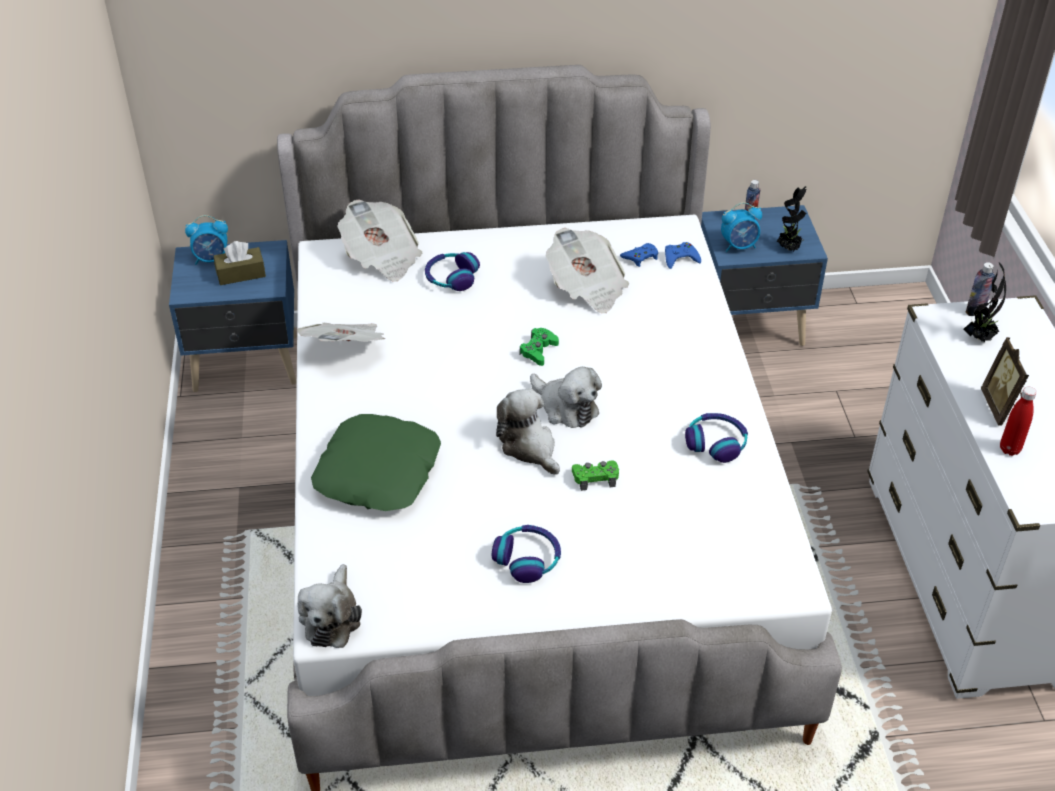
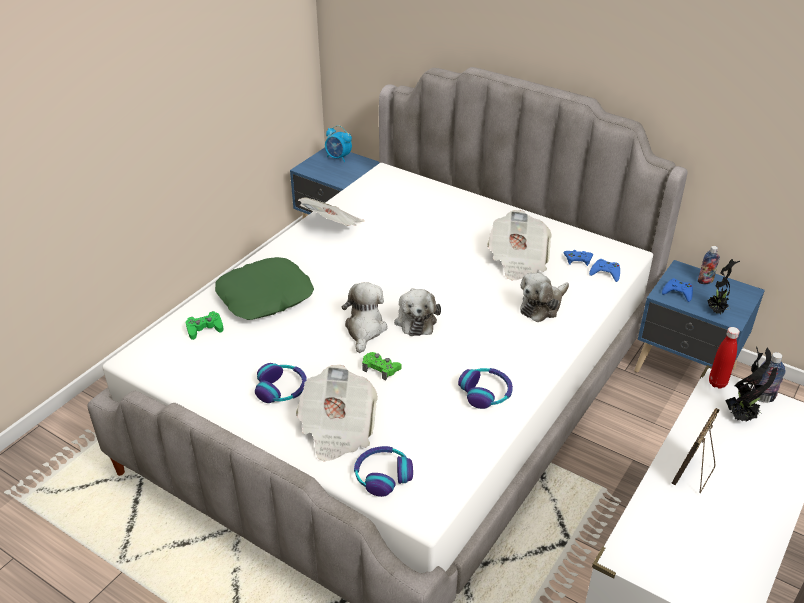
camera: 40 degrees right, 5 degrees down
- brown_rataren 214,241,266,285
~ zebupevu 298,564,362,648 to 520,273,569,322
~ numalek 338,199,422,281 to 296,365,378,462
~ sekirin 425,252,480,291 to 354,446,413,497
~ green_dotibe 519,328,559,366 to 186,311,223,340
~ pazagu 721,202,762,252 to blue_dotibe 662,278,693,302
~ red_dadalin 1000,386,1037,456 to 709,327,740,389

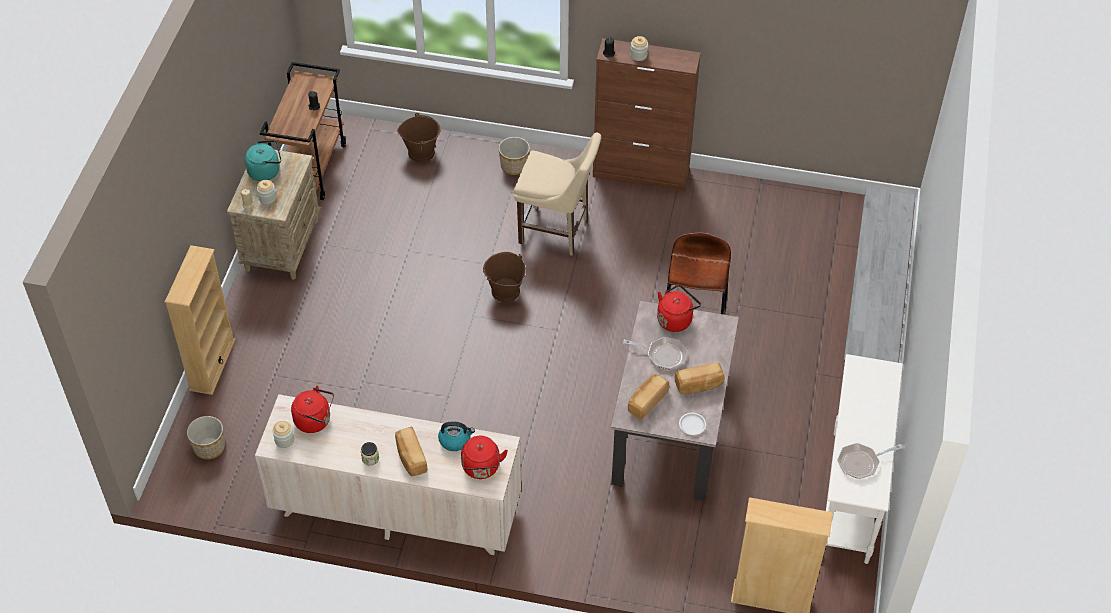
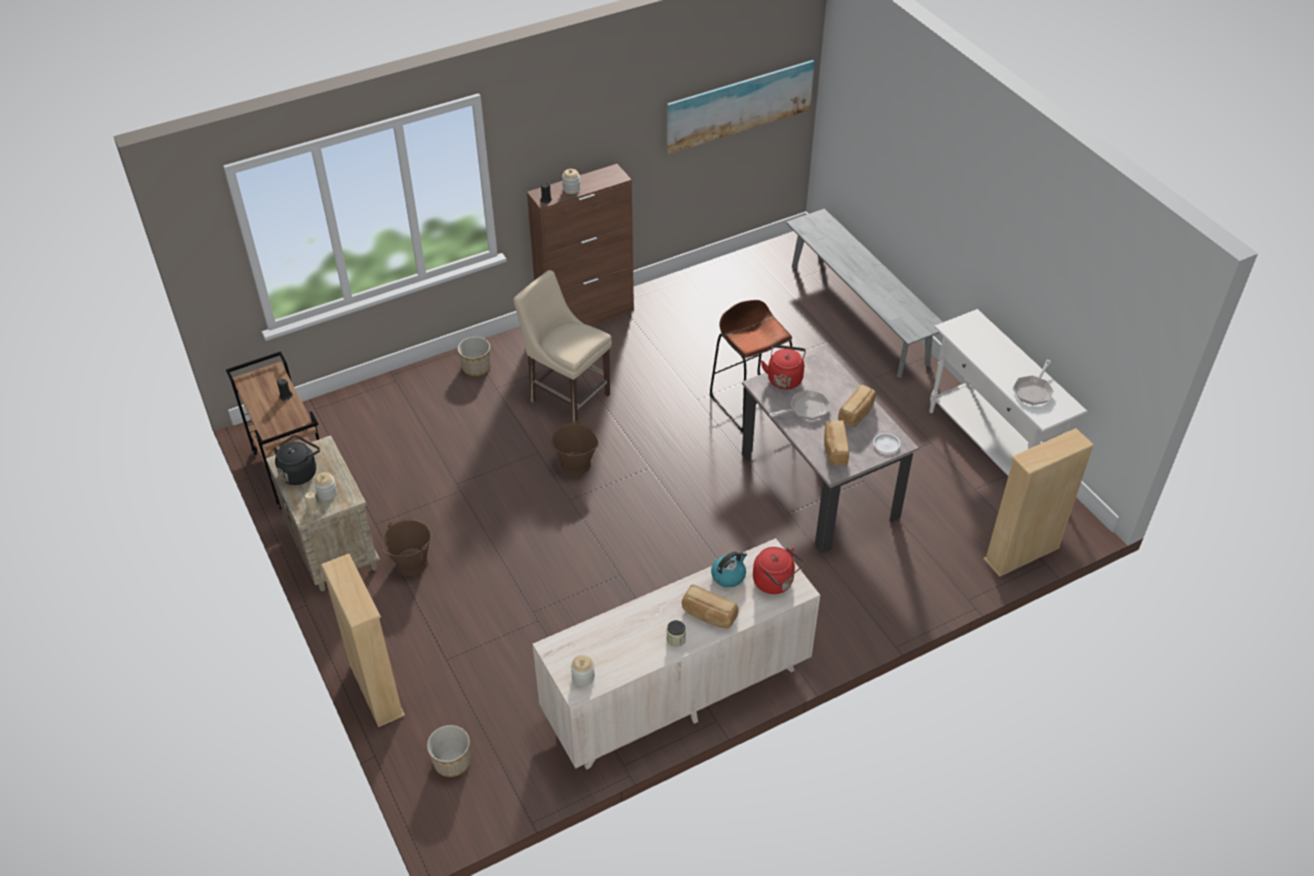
camera: 40 degrees left, 5 degrees down
~ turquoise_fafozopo 245,140,281,181 to black_fafozopo 273,435,320,485
- red_fafozopo 291,386,334,433
~ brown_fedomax 397,113,440,163 to 382,519,432,576
~ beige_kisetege 514,132,601,256 = 513,270,612,423 120 degrees counterclockwise
+ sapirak 666,60,815,154

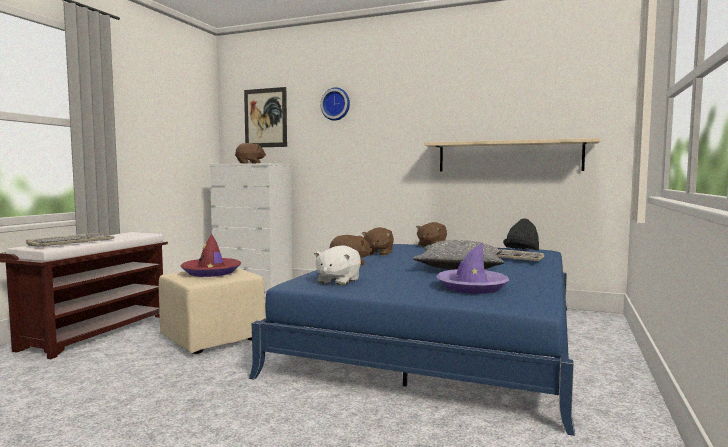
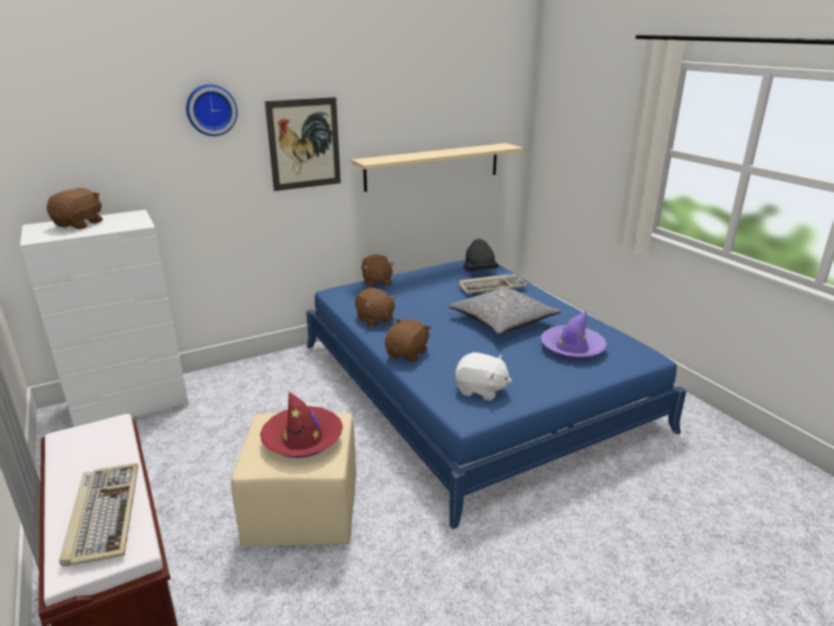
camera: 50 degrees left, 20 degrees up
~ sapirak 244,87,287,147 to 265,97,341,191
~ white_zebupevu 314,245,361,286 = 455,352,512,401 45 degrees counterclockwise

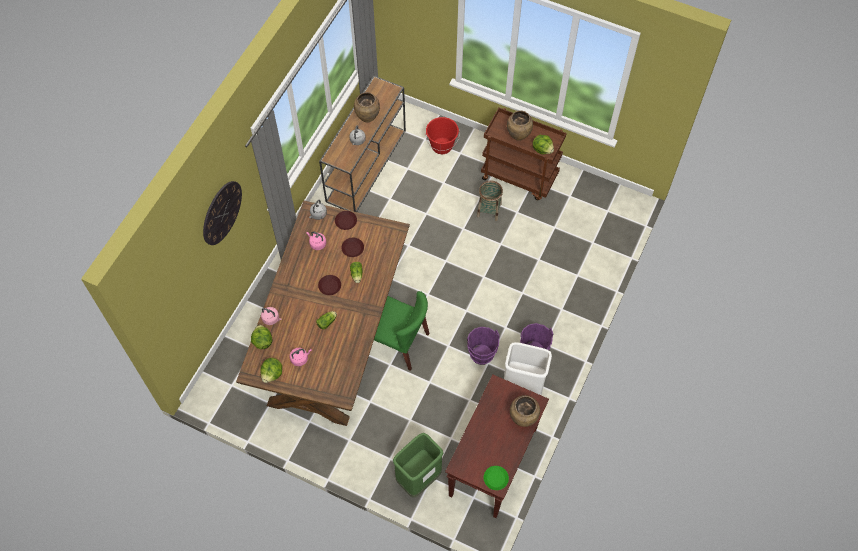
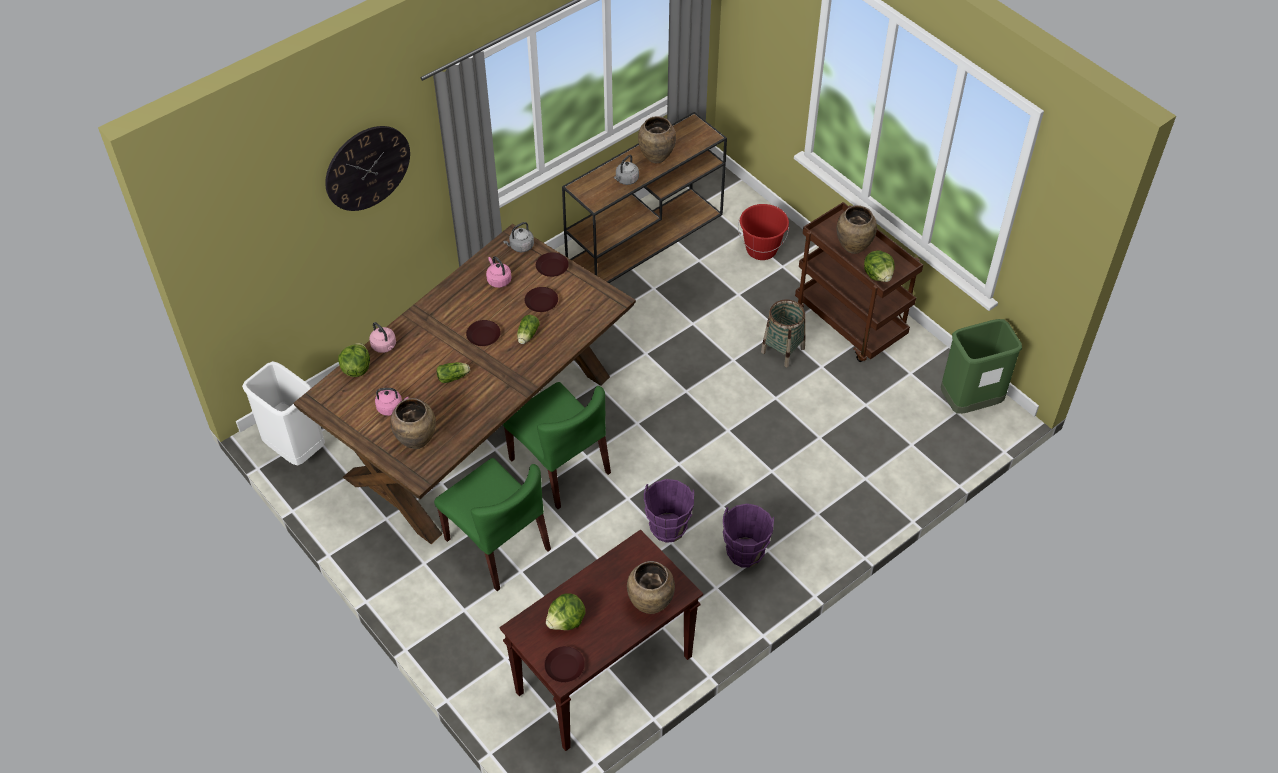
camera: 25 degrees right, 10 degrees down
~ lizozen 260,358,282,383 to 546,593,585,630
~ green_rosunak 393,433,443,498 to 941,319,1022,414
~ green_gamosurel 484,466,509,490 to brown_gamosurel 544,646,585,682
~ white_rosunak 504,342,552,395 to 242,361,325,465
+ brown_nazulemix 390,398,436,449
+ green_kisetege 434,458,551,591

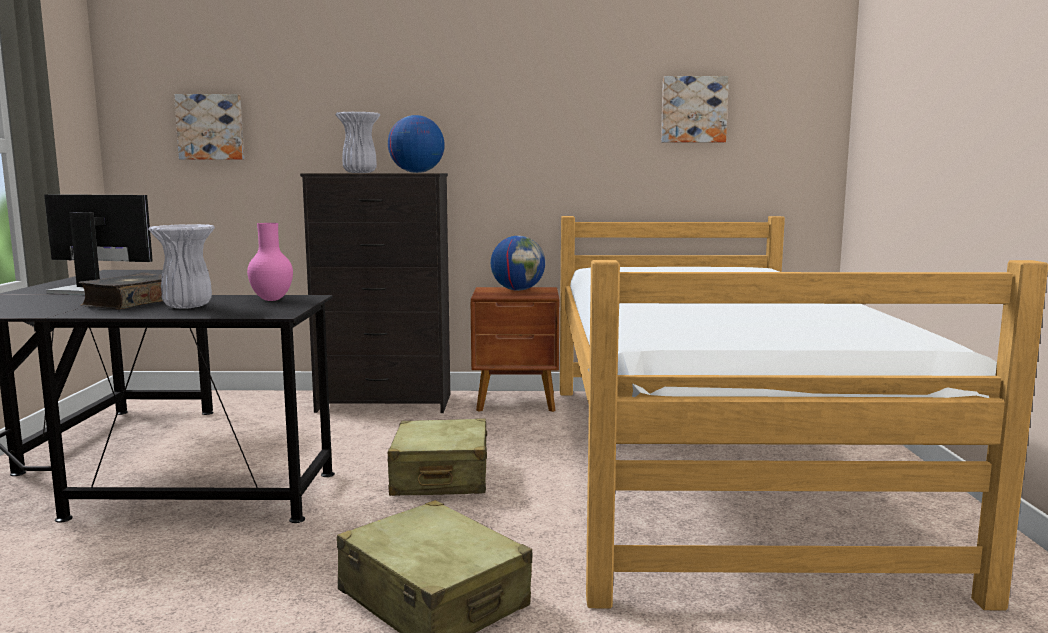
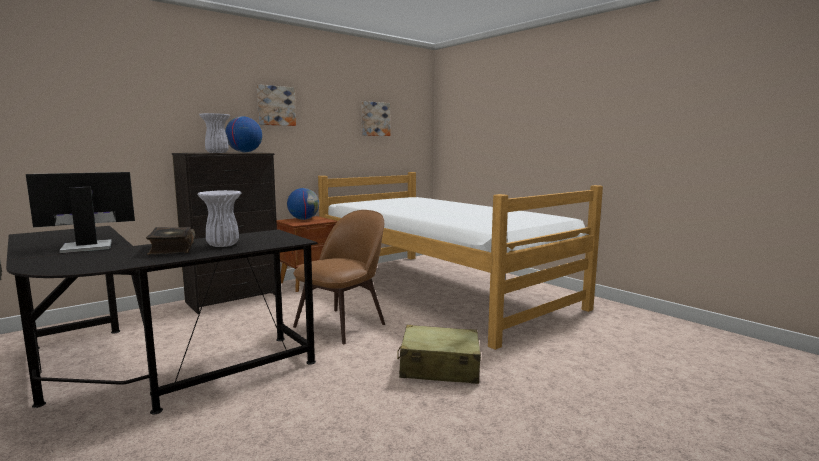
camera: 40 degrees left, 0 degrees up
~ sapirak 174,94,244,160 to 257,84,296,126
- pink_nazulemix 247,223,293,301
~ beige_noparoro 387,418,487,496 to brown_kisetege 293,210,385,344

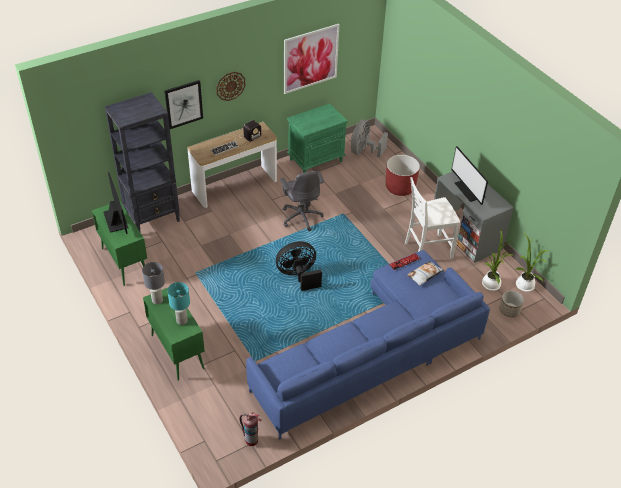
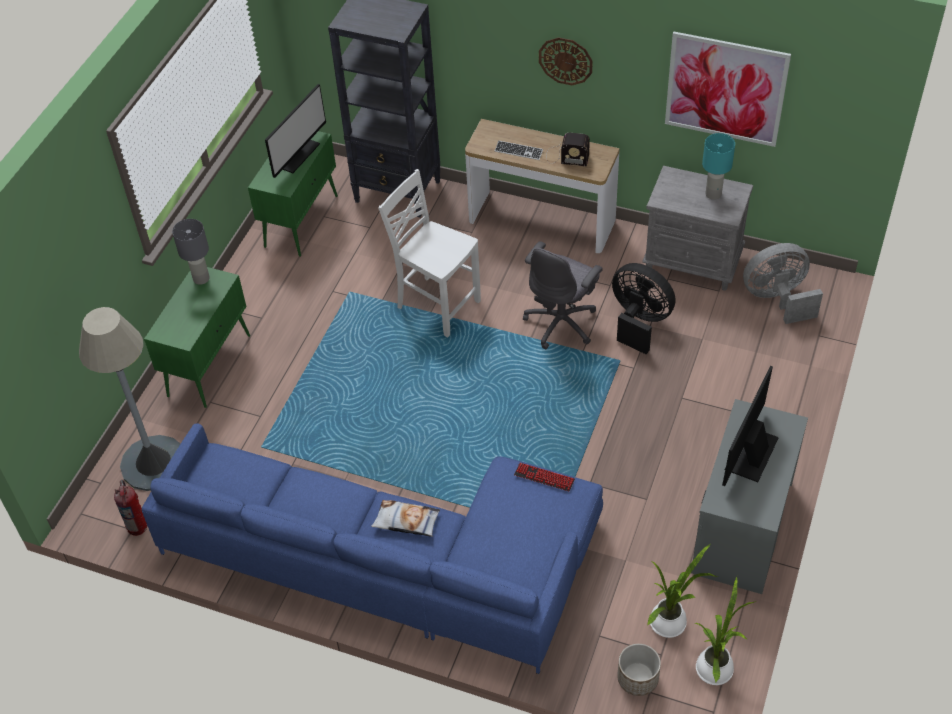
camera: 55 degrees right, 5 degrees up
- sapirak 164,80,203,129
~ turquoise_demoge 167,282,190,325 to 702,133,735,200
~ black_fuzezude 276,241,322,291 to 612,263,676,354
~ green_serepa 287,104,348,173 to grey_serepa 642,166,753,291
- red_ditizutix 386,155,420,196
~ white_kisetege 405,177,460,259 to 378,169,481,337
~ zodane 407,261,444,286 to 371,500,440,537
+ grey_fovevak 79,307,180,491

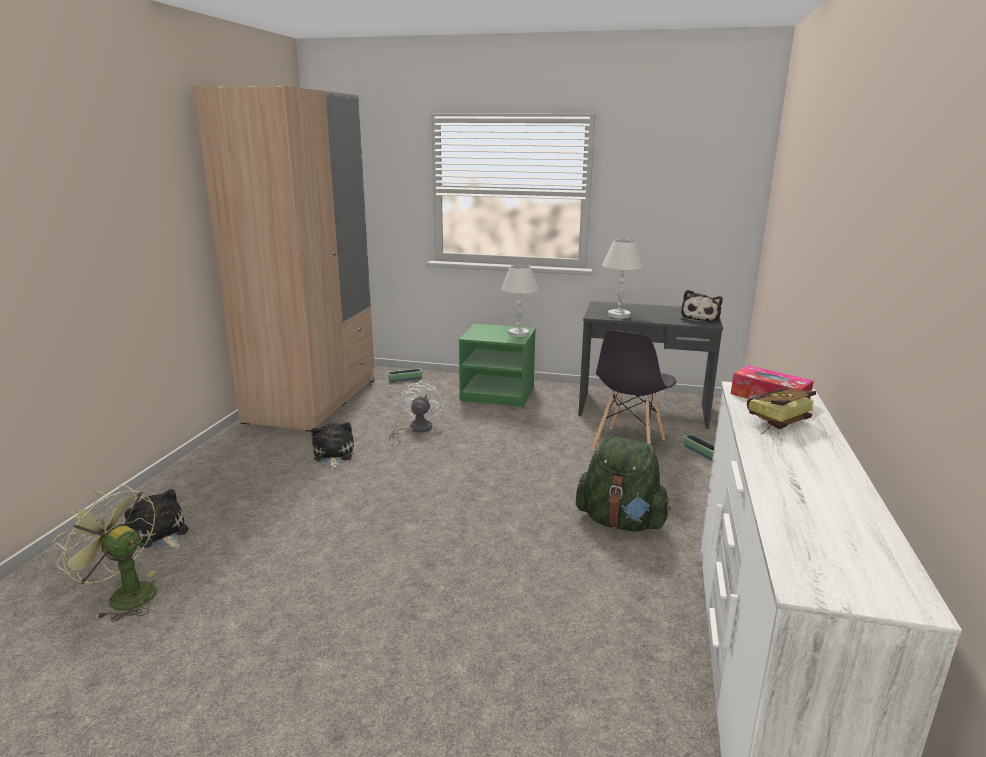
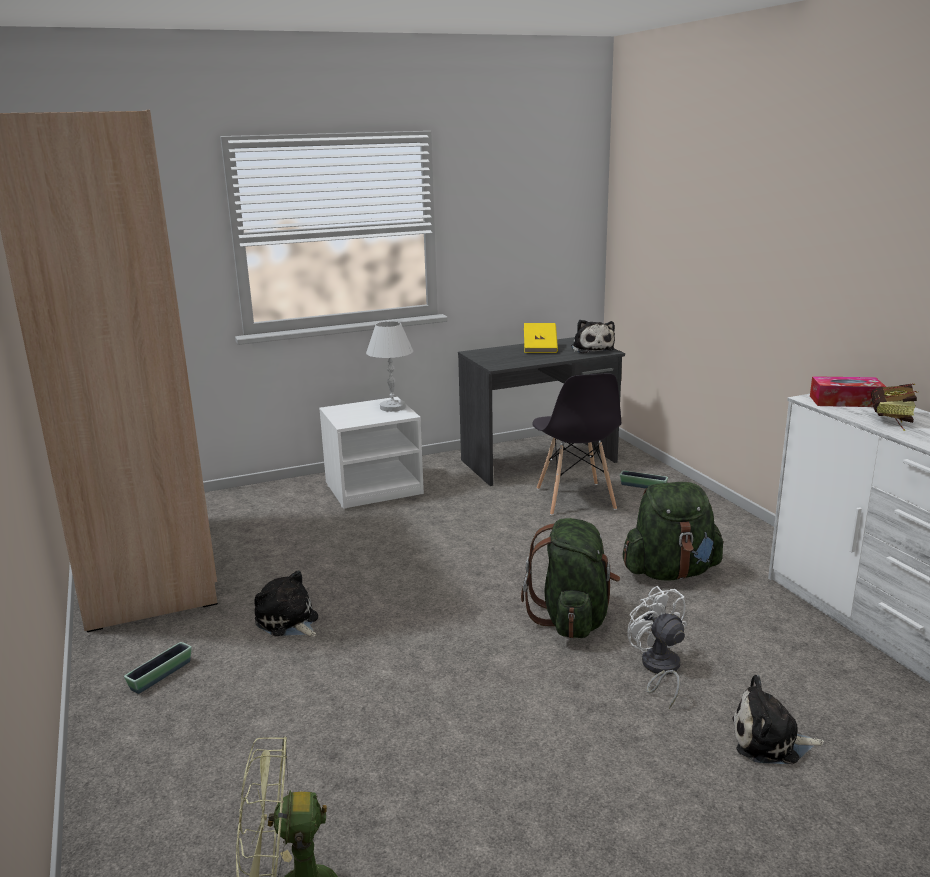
camera: 35 degrees left, 0 degrees up
~ zebupevu 125,489,188,549 to 732,675,824,764
~ ditizutix 388,368,423,382 to 124,642,192,694
~ white_fuzezude 389,380,442,441 to 627,586,687,709
~ green_serepa 459,324,536,407 to white_serepa 319,397,424,509
- white_demoge 602,239,644,319
+ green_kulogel 521,518,620,638
+ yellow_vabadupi 524,323,558,353

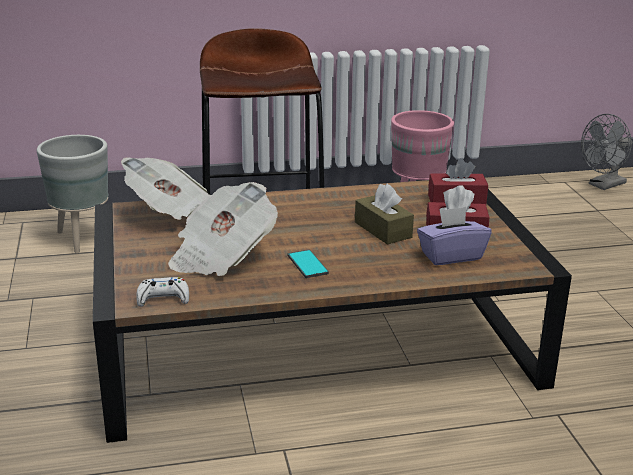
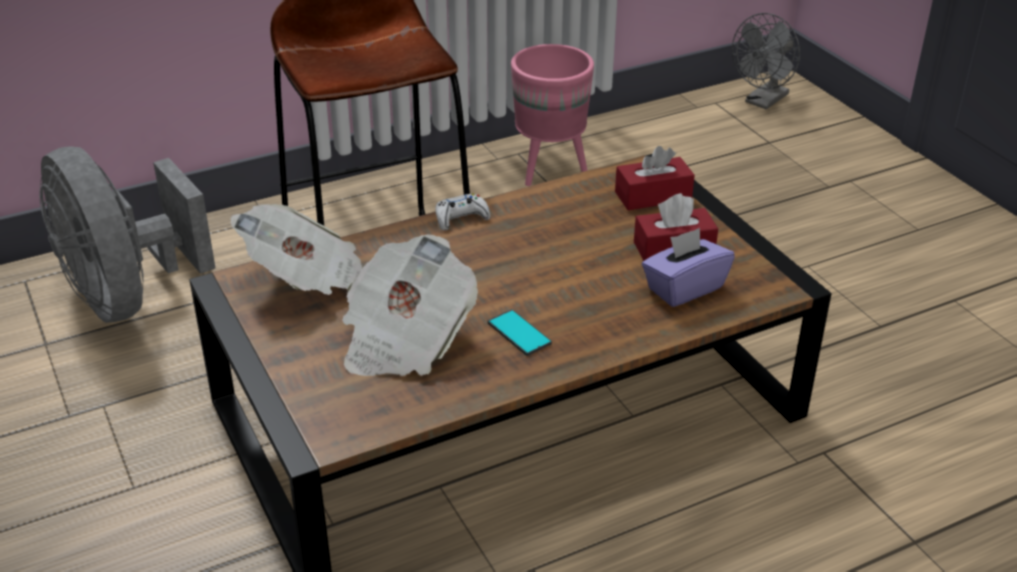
camera: 15 degrees left, 10 degrees up
~ grey_ditizutix 37,135,108,254 to grey_fuzezude 39,146,215,323
~ white_dotibe 136,277,189,307 to 435,193,490,231
- brown_rataren 355,183,414,244

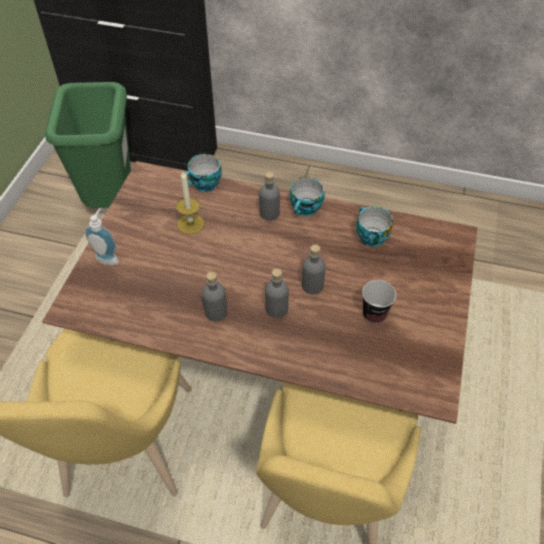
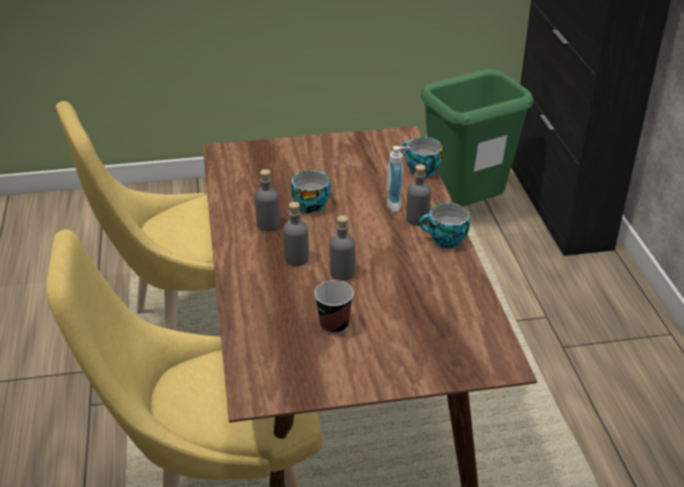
camera: 65 degrees right, 15 degrees down
~ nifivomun 85,208,119,265 to 387,146,411,212
- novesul 176,171,204,235
~ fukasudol 356,206,393,247 to 291,170,331,213

